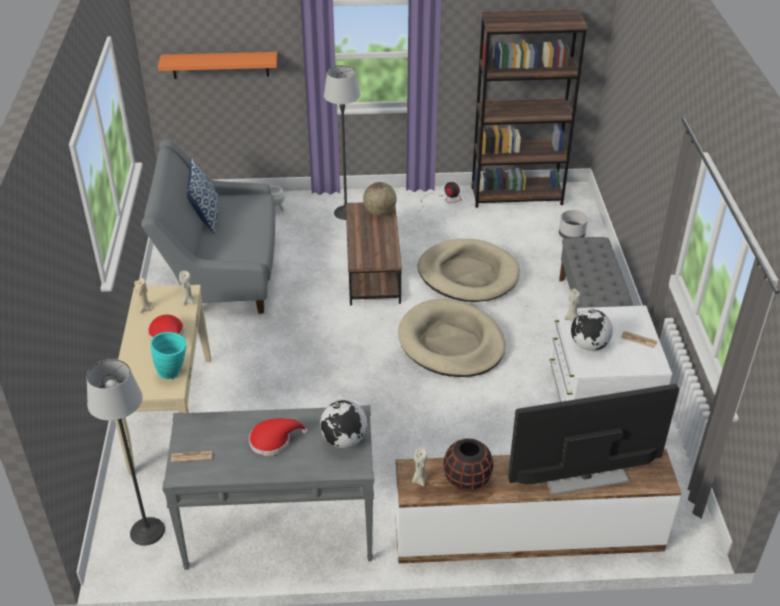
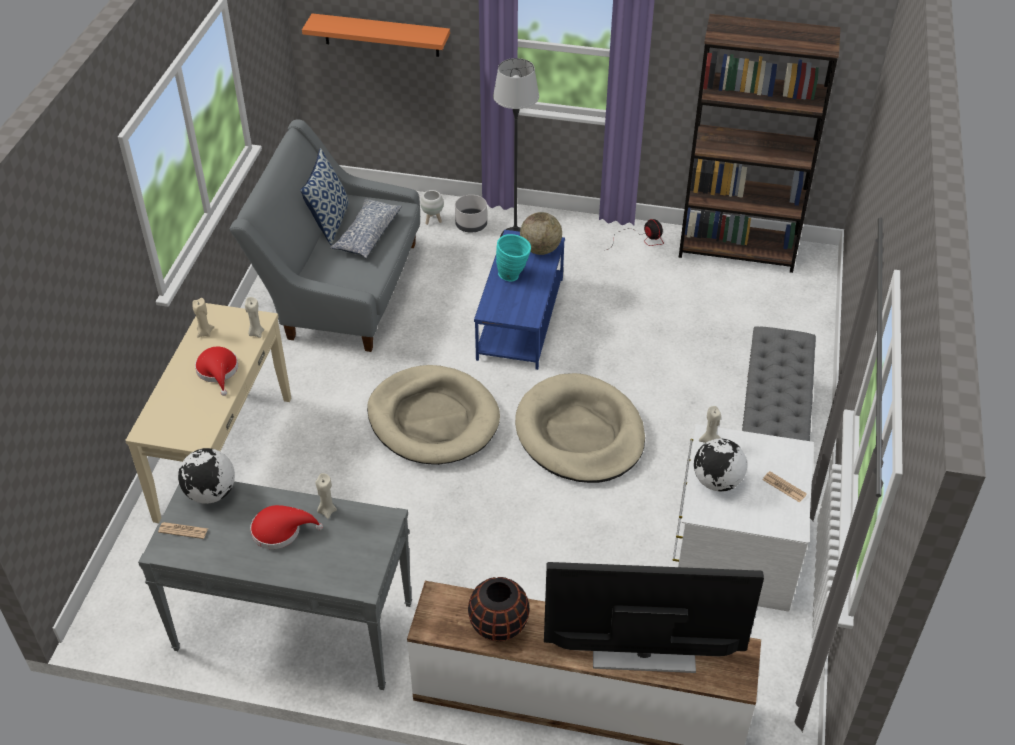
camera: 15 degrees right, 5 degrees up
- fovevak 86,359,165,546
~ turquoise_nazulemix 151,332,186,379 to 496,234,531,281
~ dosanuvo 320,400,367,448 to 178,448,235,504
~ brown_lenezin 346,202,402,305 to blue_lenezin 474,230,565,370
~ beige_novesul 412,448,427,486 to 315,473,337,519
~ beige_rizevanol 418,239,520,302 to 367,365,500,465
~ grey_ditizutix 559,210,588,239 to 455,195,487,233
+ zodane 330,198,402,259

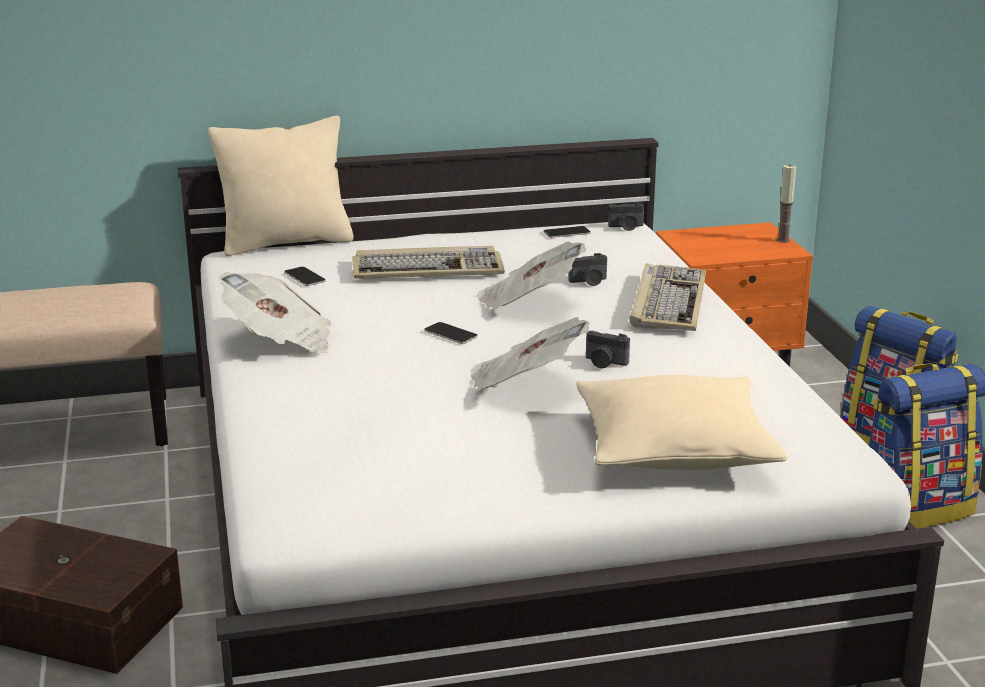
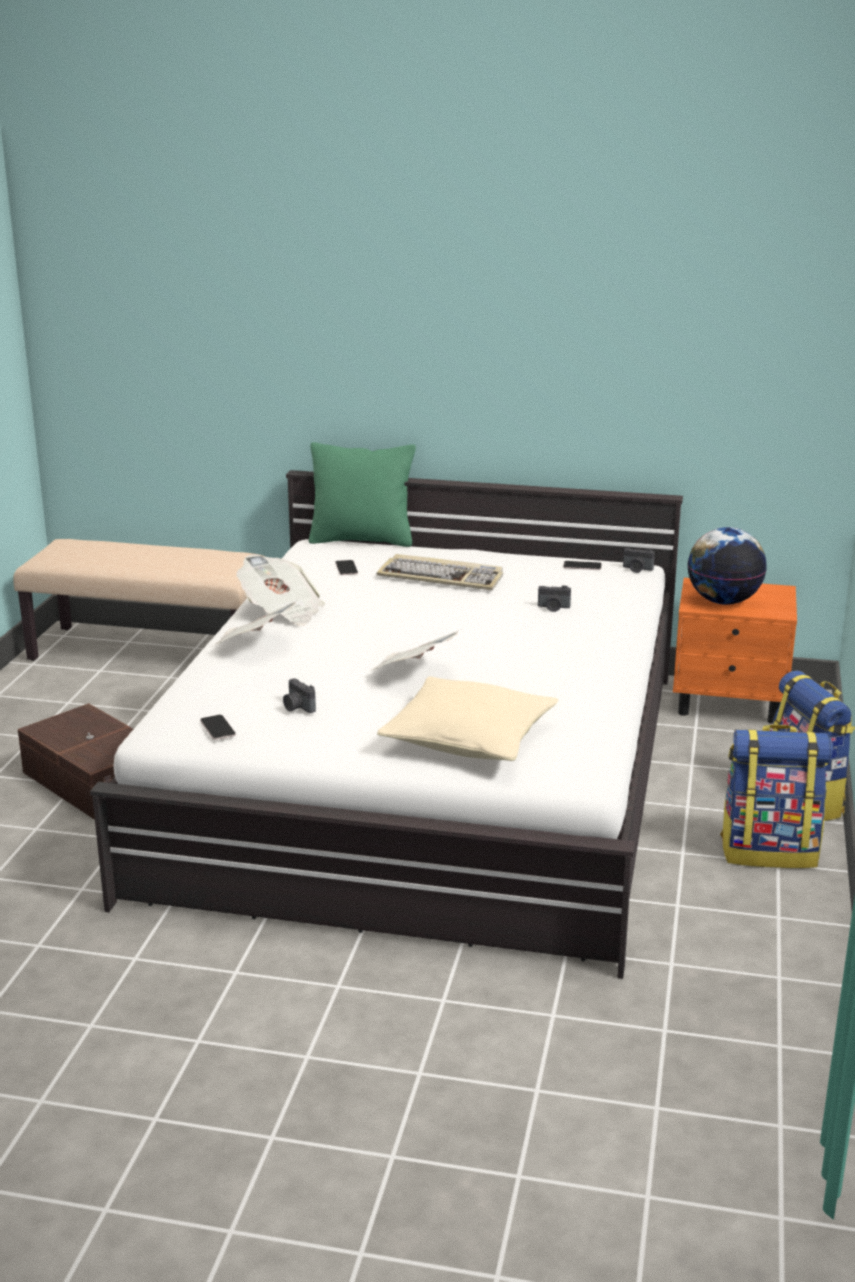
camera: 25 degrees right, 0 degrees up
~ beige_zodane 208,116,354,256 to green_zodane 309,442,416,547
~ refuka 424,322,478,344 to 200,715,236,740
~ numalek 476,241,586,311 to 211,599,299,647
~ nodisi 586,331,630,368 to 283,678,316,713
- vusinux 629,263,706,331
- novesul 777,164,796,243
+ dosanuvo 687,527,767,605

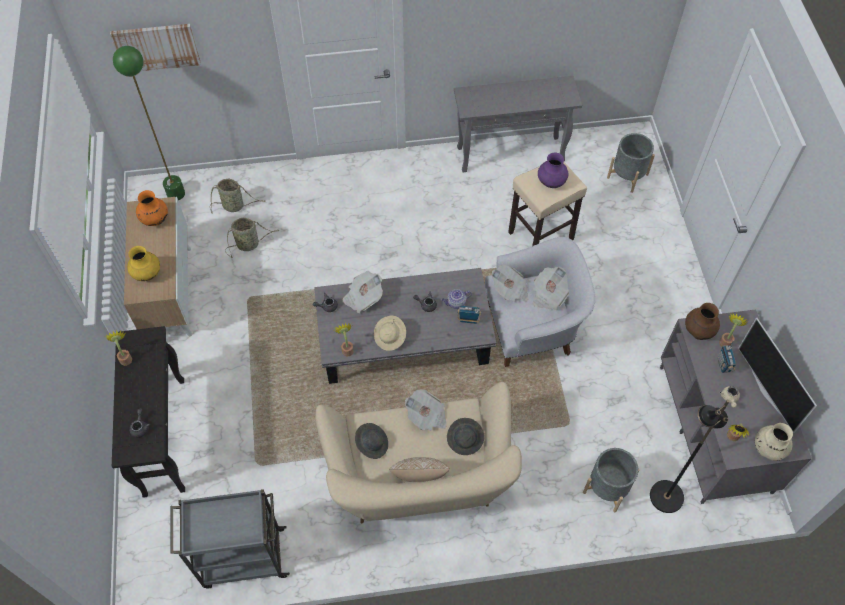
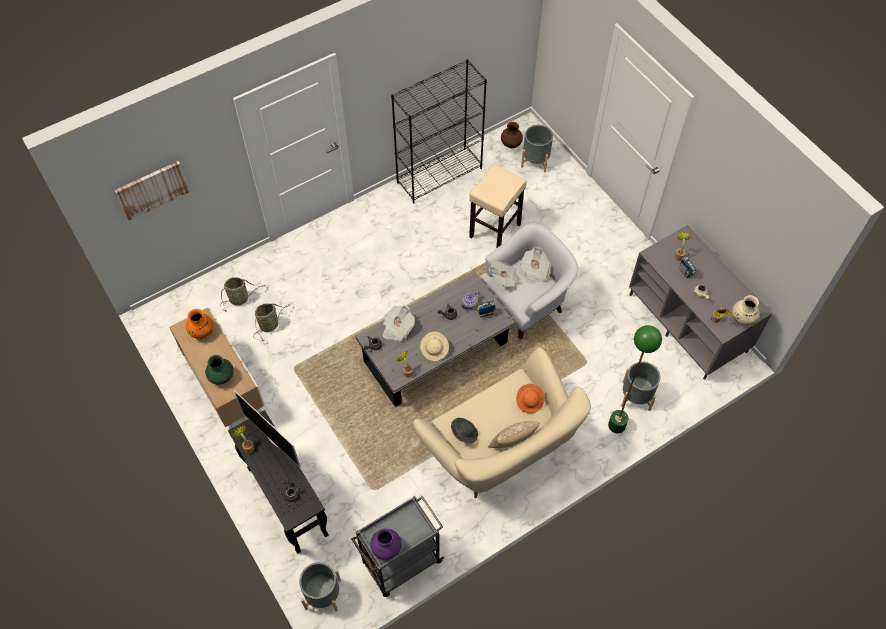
camera: 25 degrees left, 0 degrees up
~ green_fovevak 113,46,185,200 to 608,325,662,433
~ yellow_nazulemix 127,246,160,281 to green_nazulemix 205,355,234,385
- numalek 405,389,447,431
~ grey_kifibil 447,418,485,455 to orange_kifibil 516,384,545,414
~ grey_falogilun 454,76,582,172 to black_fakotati 391,59,487,204
~ purple_nazulemix 538,153,568,188 to 370,528,401,560
- black_fovevak 650,400,730,513
~ brown_nazulemix 685,303,720,340 to 501,122,523,148
~ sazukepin 738,318,817,433 to 234,391,301,467
+ grey_ditizutix 299,562,341,612

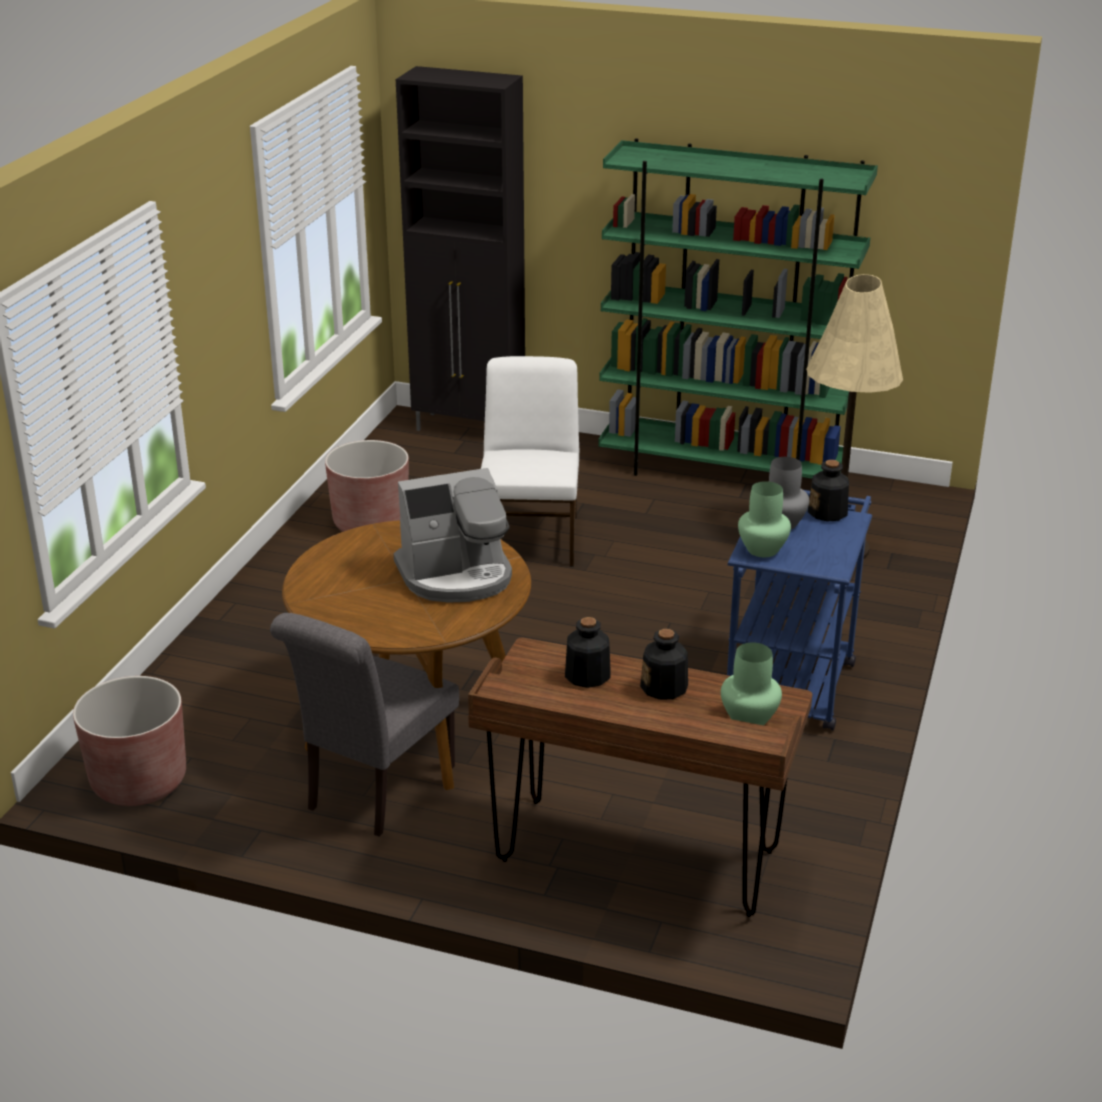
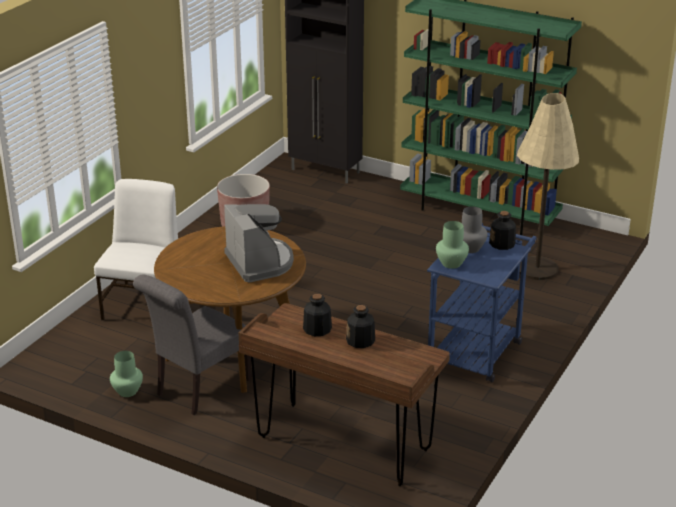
camera: 10 degrees right, 0 degrees up
- brown_ditizutix 73,676,186,806
~ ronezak 394,468,512,603 = 224,204,294,283 105 degrees counterclockwise
~ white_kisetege 481,356,579,567 to 94,179,178,320
~ green_nazulemix 721,642,782,725 to 110,351,143,397

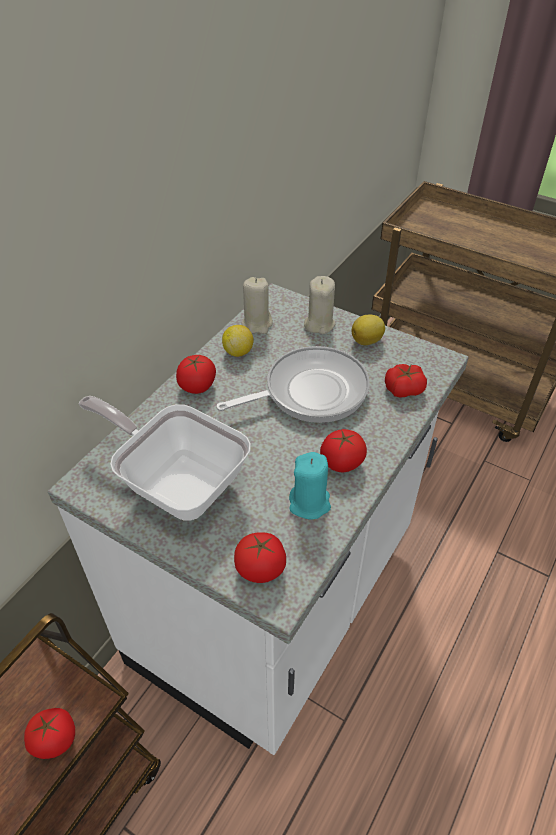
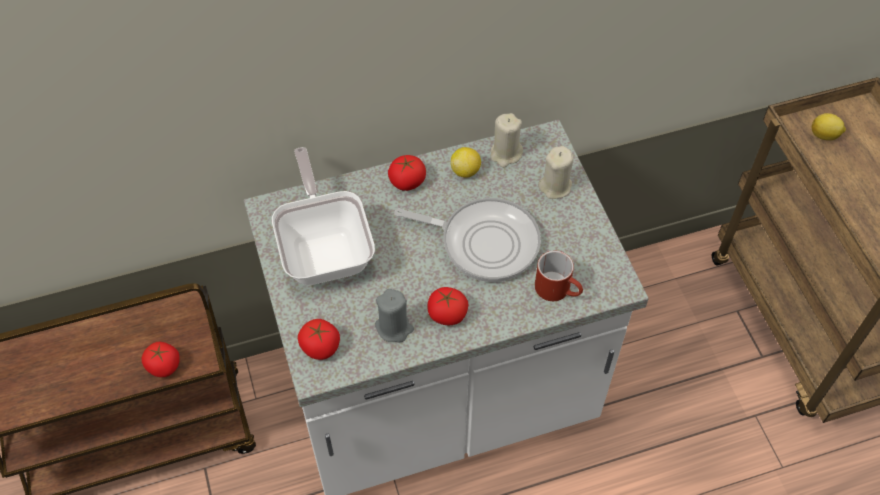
camera: 40 degrees right, 10 degrees up
~ turquoise_novesul 289,452,331,519 to grey_novesul 375,289,414,342
~ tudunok 352,315,385,345 to 812,113,846,140
~ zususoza 385,364,427,397 to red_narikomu 535,251,583,301

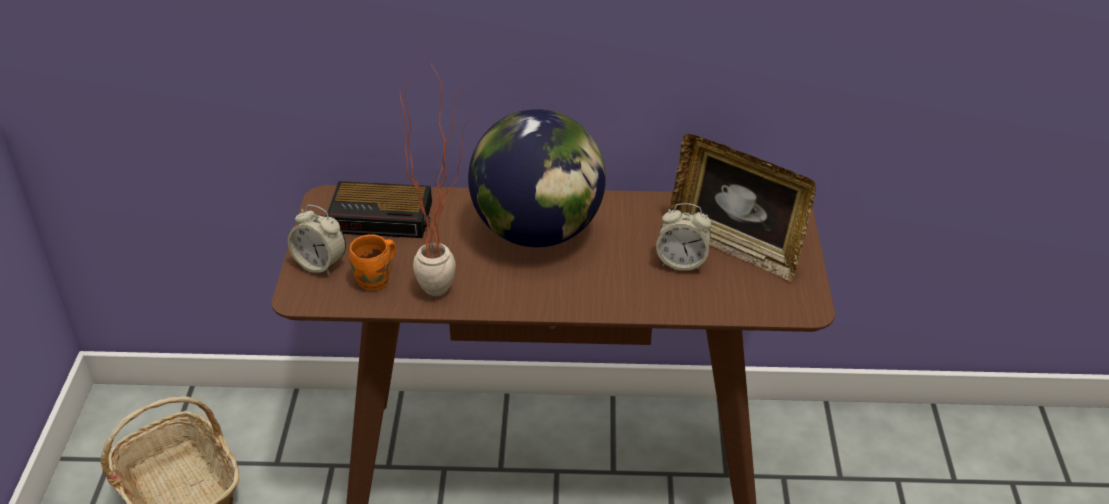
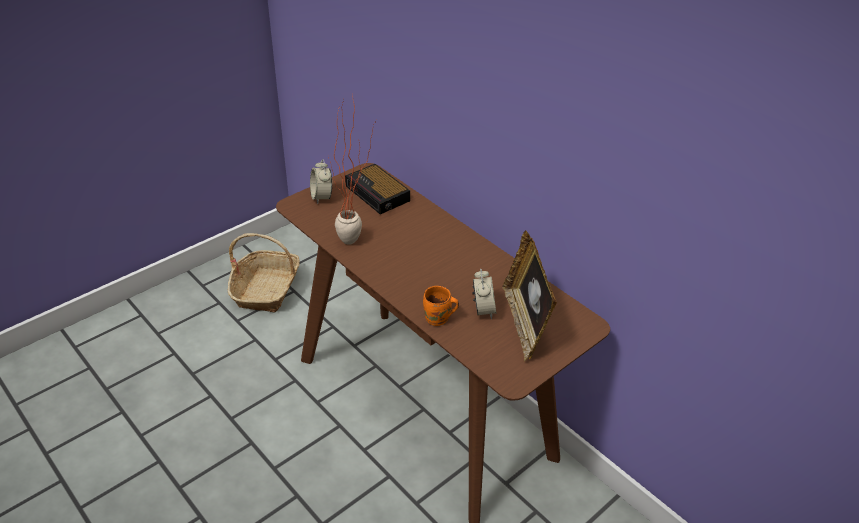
camera: 45 degrees right, 0 degrees up
~ orange_narikomu 349,234,396,291 to 423,286,459,326
- dosanuvo 468,109,606,247
~ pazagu 656,203,712,271 = 472,269,496,319 150 degrees counterclockwise

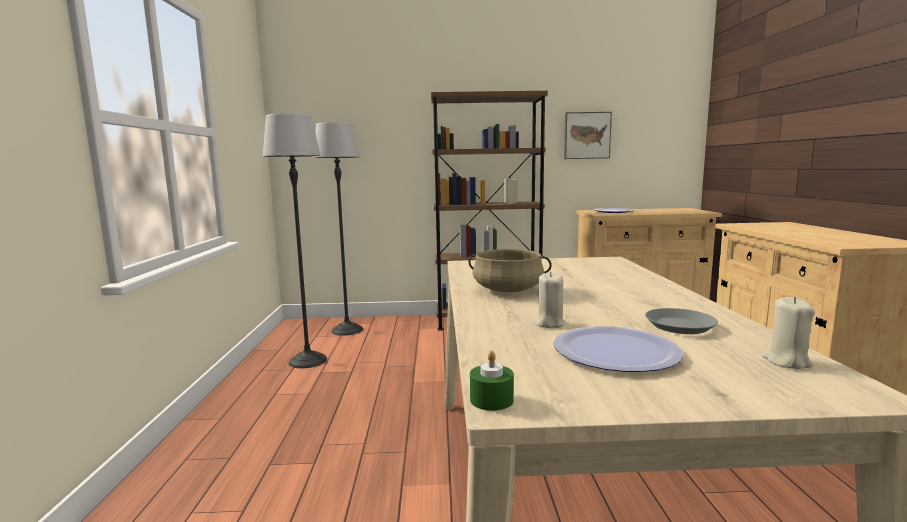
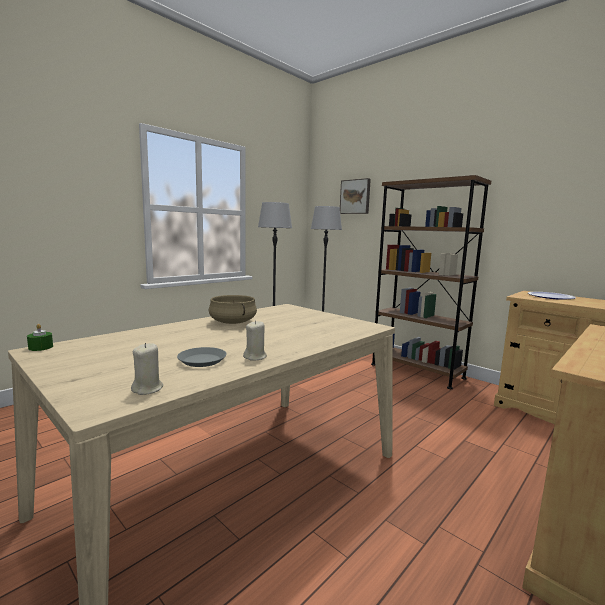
camera: 45 degrees right, 0 degrees up
~ beige_novesul 534,272,565,328 to 243,320,267,361
- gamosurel 553,326,684,372
~ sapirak 564,112,612,159 to 340,178,371,214

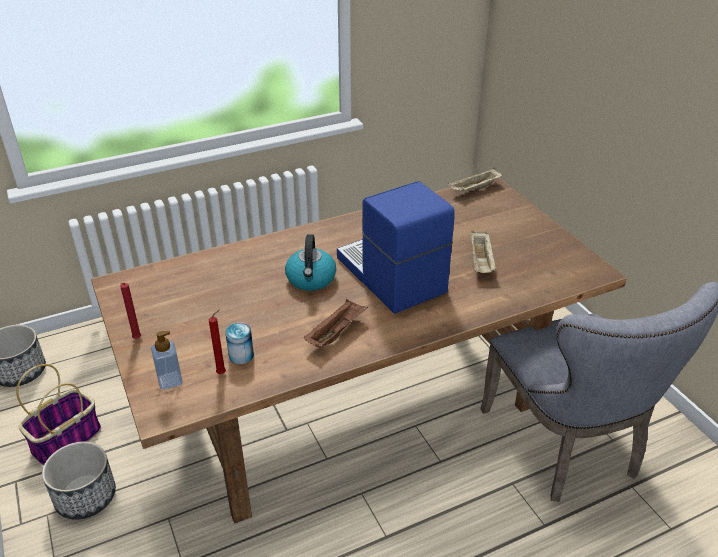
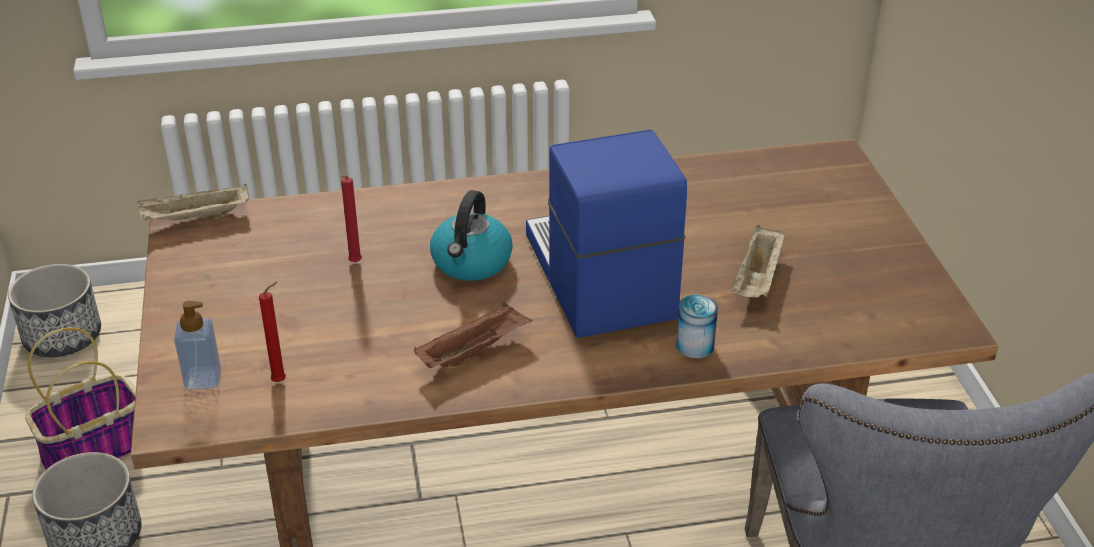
camera: 15 degrees right, 0 degrees up
~ red_novesul 120,283,141,339 to 341,176,362,263
~ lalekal 225,323,254,364 to 676,294,718,358
~ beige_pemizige 448,168,502,191 to 137,183,249,221

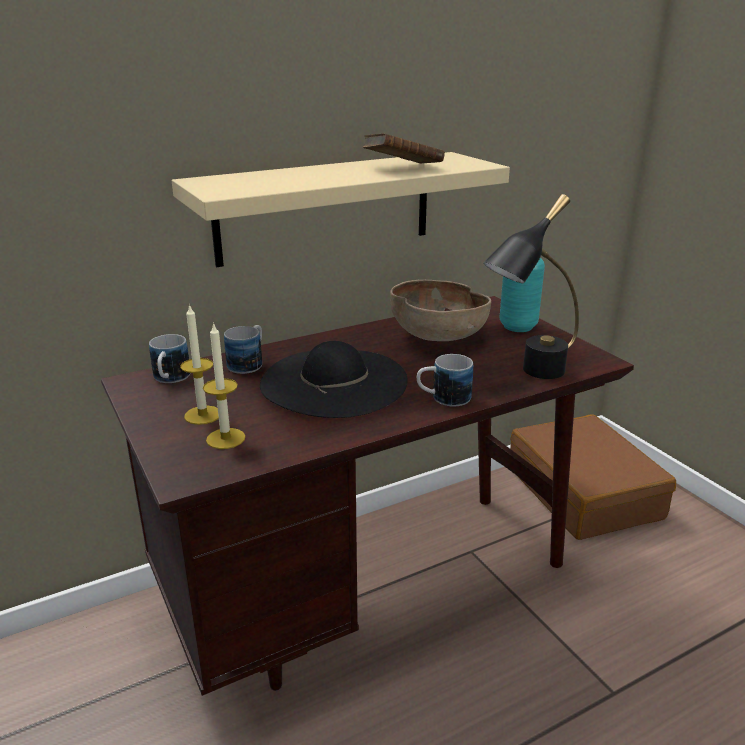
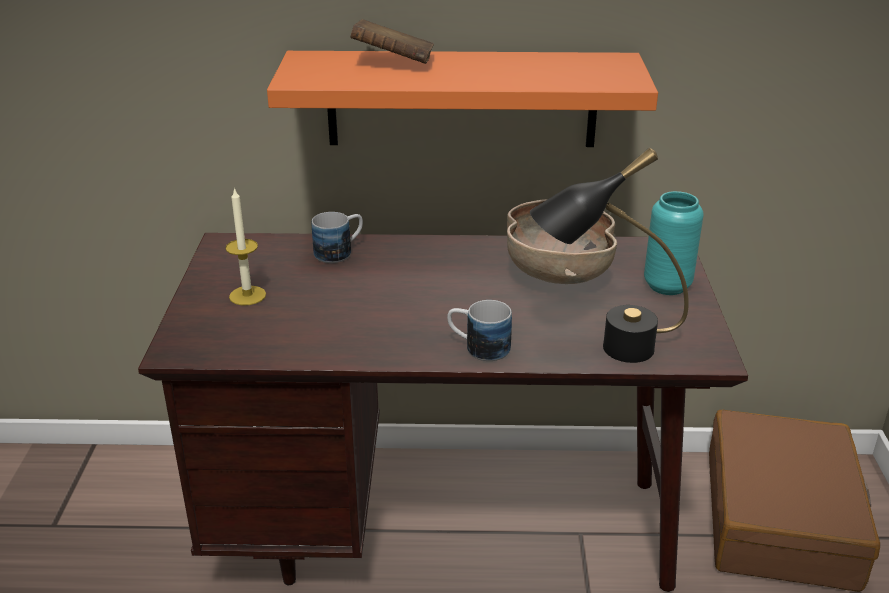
camera: 30 degrees right, 5 degrees up
- narikomu 149,334,190,383
~ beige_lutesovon 172,152,510,267 to orange_lutesovon 267,51,658,147
- novesul 203,322,246,449
- black_kifibil 260,341,408,418
~ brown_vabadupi 363,133,445,163 to 350,19,434,64

